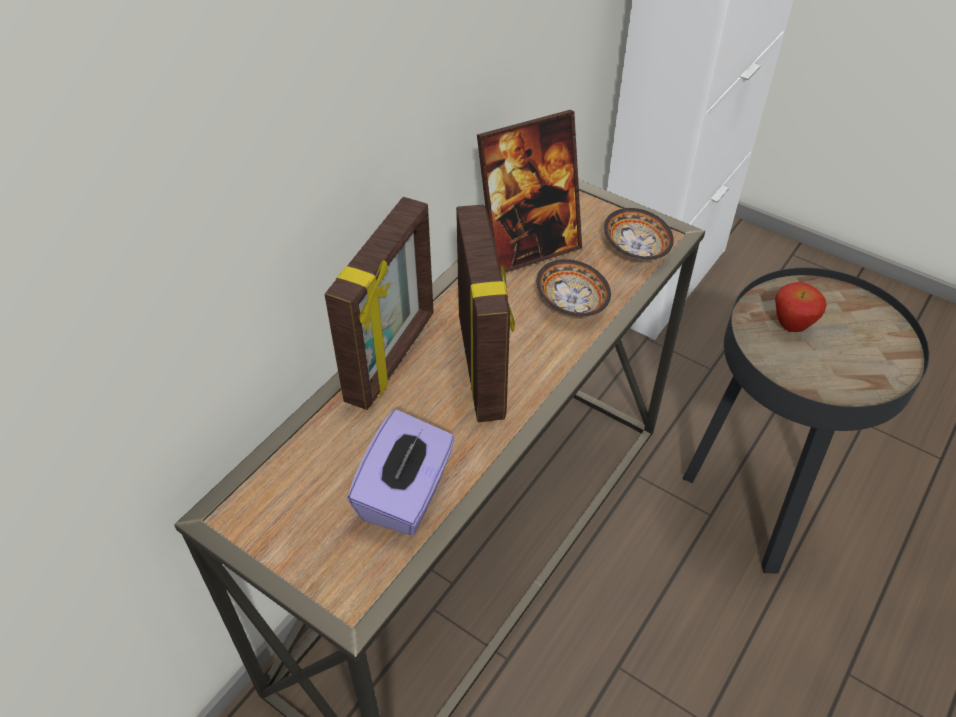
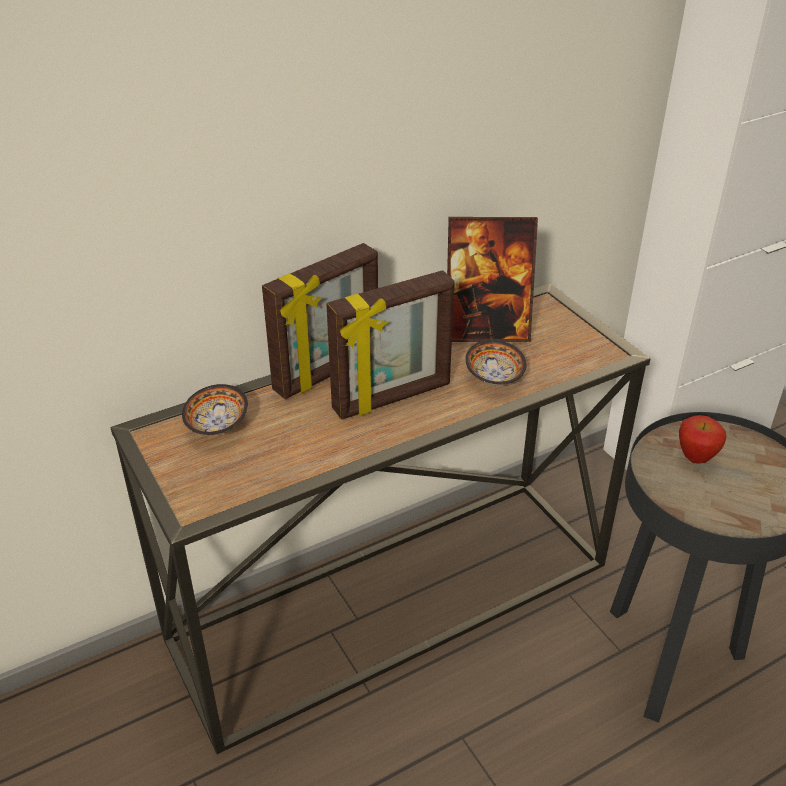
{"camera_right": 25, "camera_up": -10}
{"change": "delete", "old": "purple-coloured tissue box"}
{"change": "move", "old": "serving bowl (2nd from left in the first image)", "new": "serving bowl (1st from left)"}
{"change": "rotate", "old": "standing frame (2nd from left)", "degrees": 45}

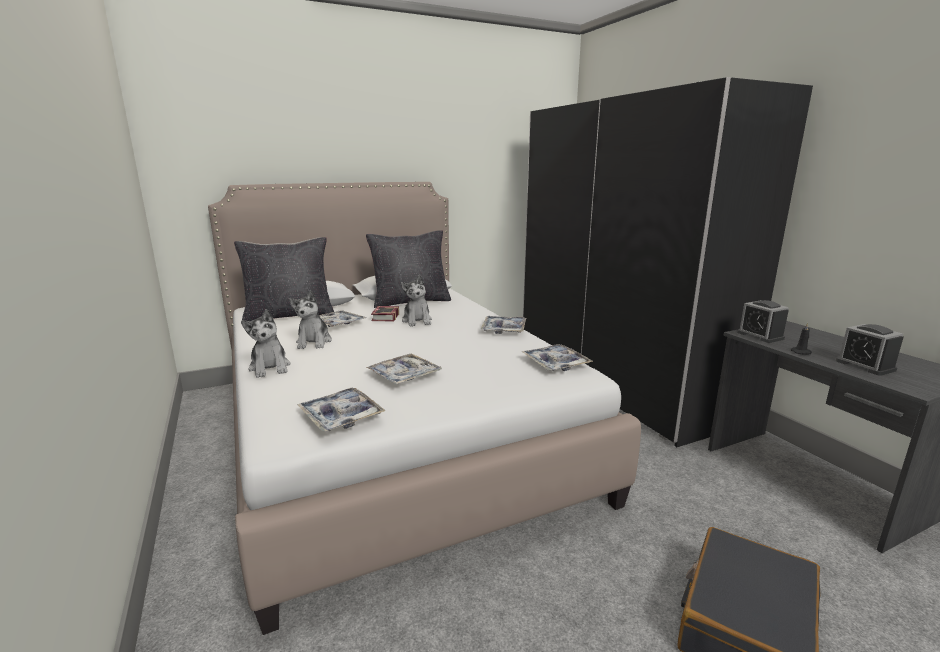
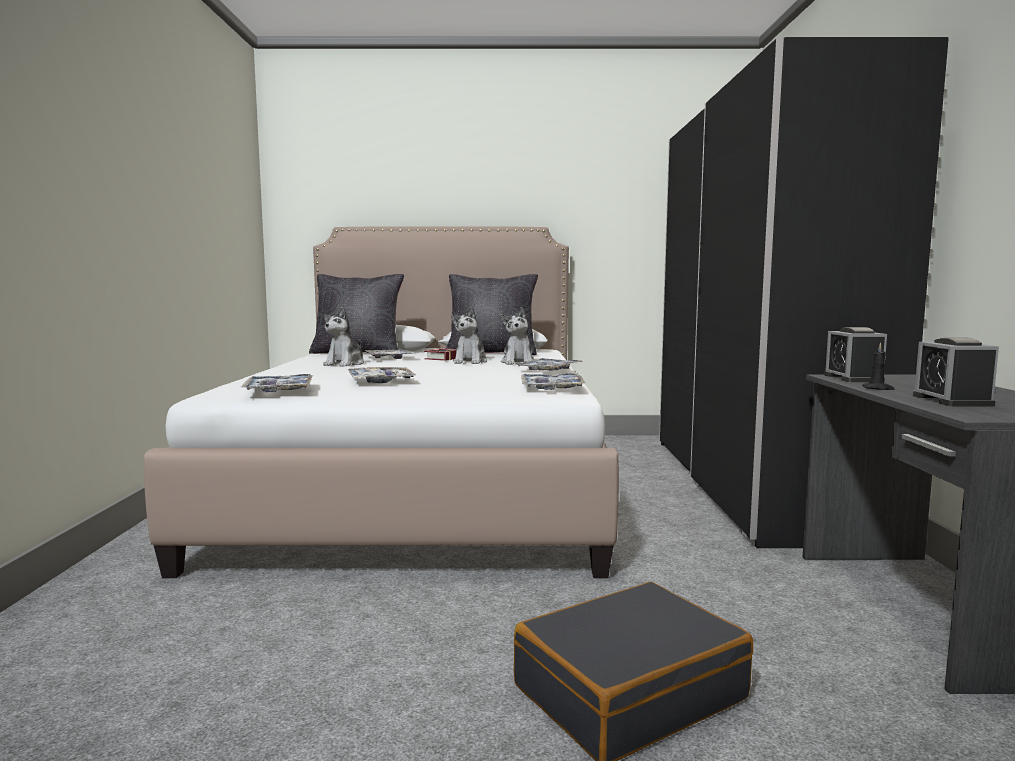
{"camera_right": 25, "camera_up": -10}
{"change": "move", "old": "plush toy (1st from left in the first image)", "new": "plush toy (3rd from left)"}

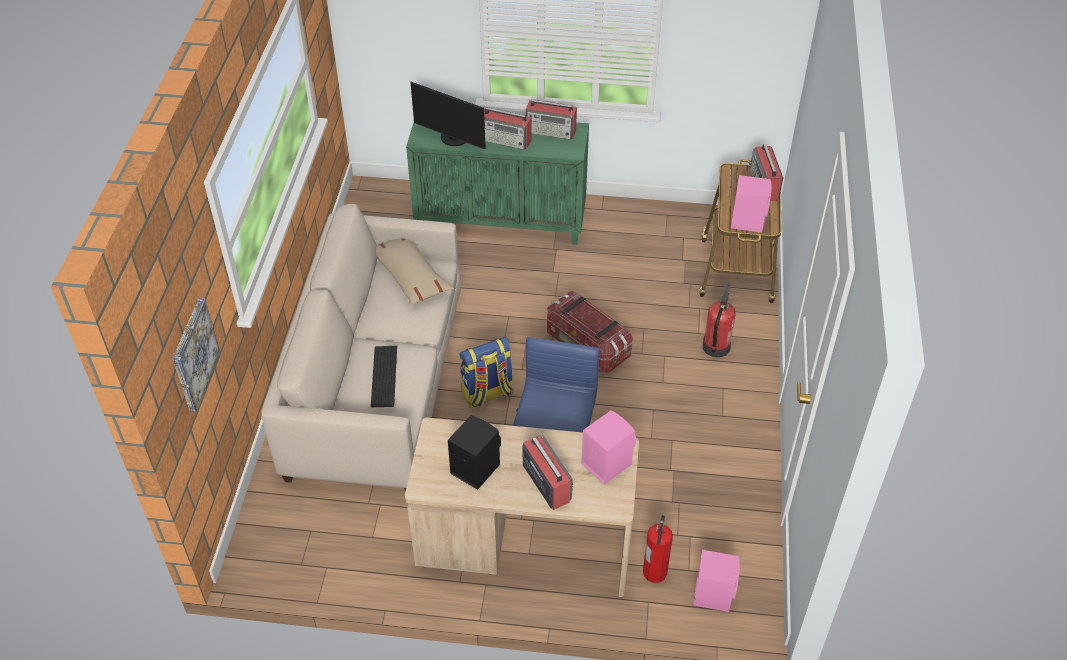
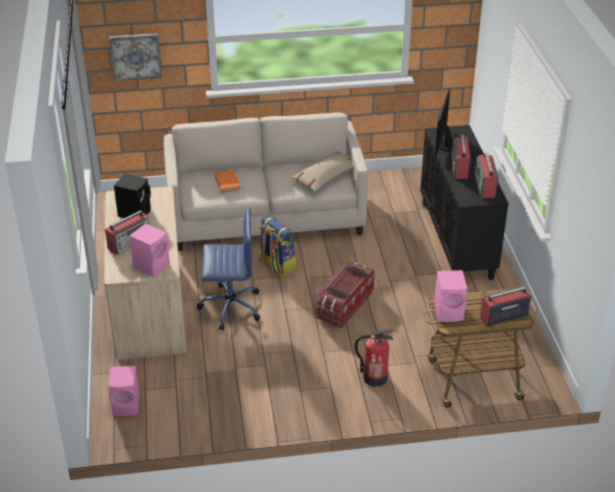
{"camera_right": 75, "camera_up": -10}
{"change": "delete", "old": "extinguisher (1st from left)"}
{"change": "replace", "old": "PC keyboard", "new": "orange-coloured book"}
{"change": "recolor", "old": "green-coloured storage cabinet", "new": "blackish storage cabinet"}

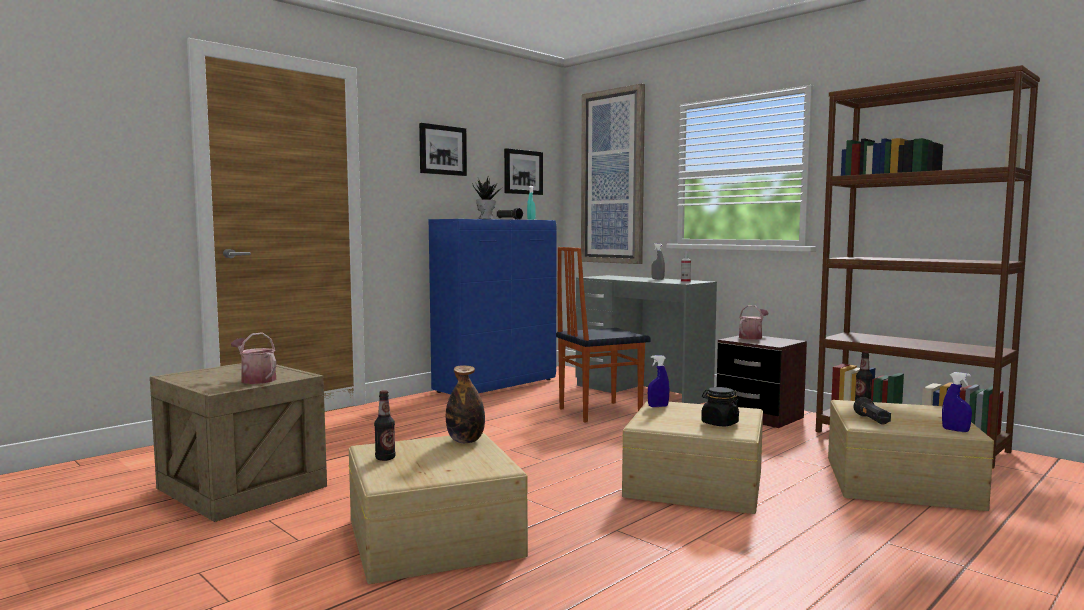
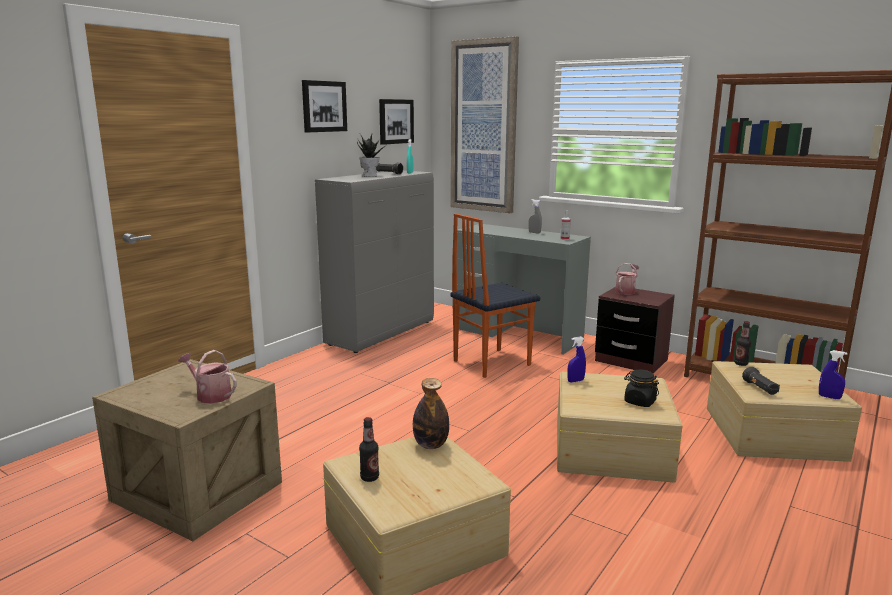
{"camera_right": -10, "camera_up": 10}
{"change": "recolor", "old": "blue storage cabinet", "new": "greyish storage cabinet"}

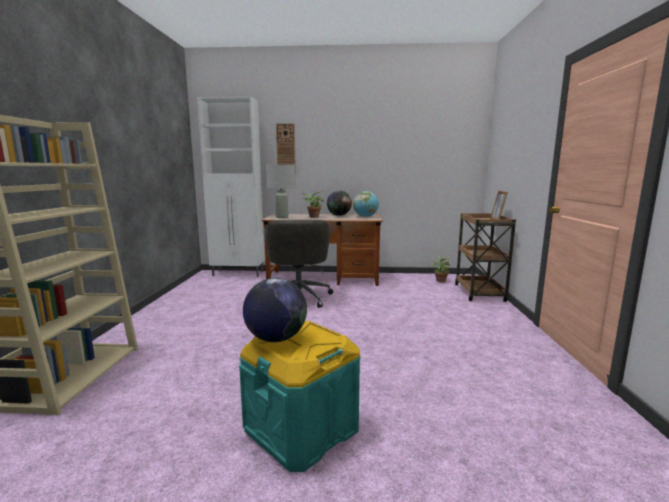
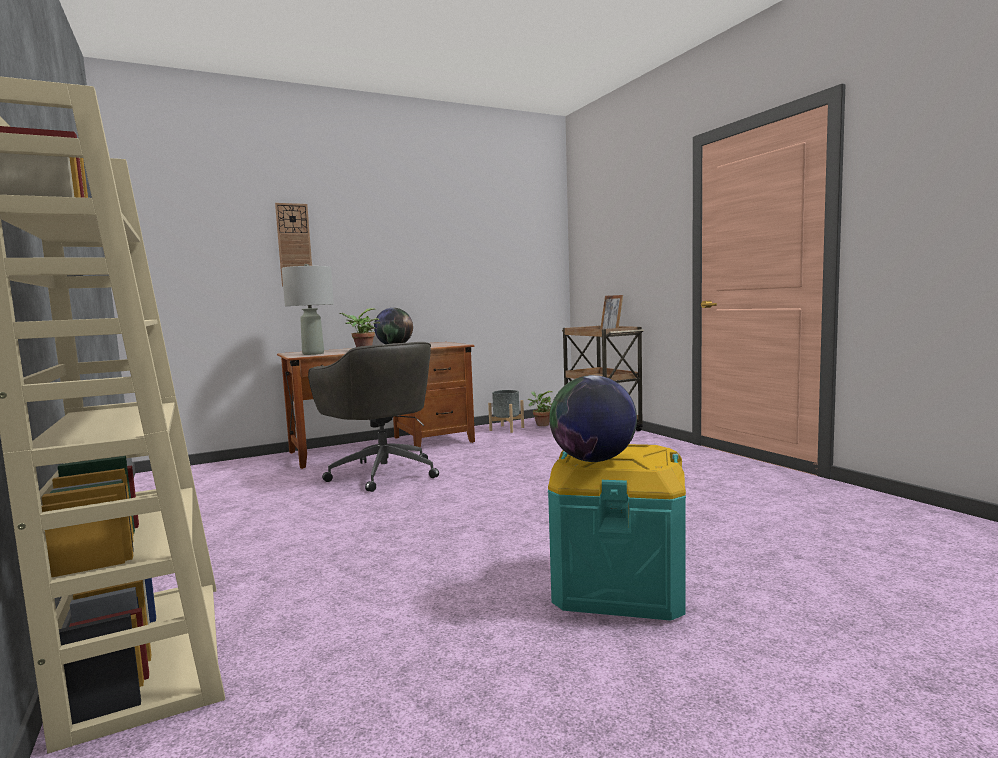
{"camera_right": -30, "camera_up": -5}
{"change": "delete", "old": "white-coloured storage cabinet"}
{"change": "delete", "old": "globe (3rd from left)"}
{"change": "insert", "new": "greyish flower pot"}

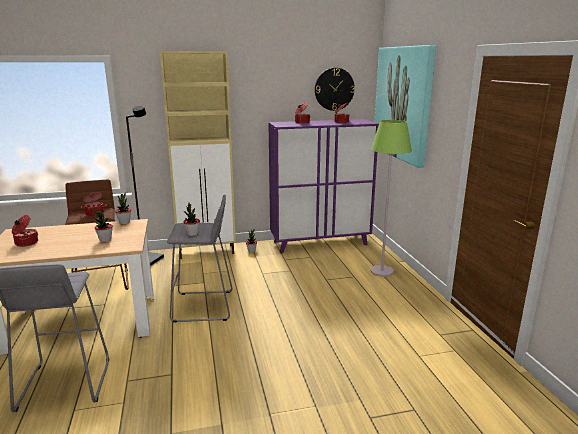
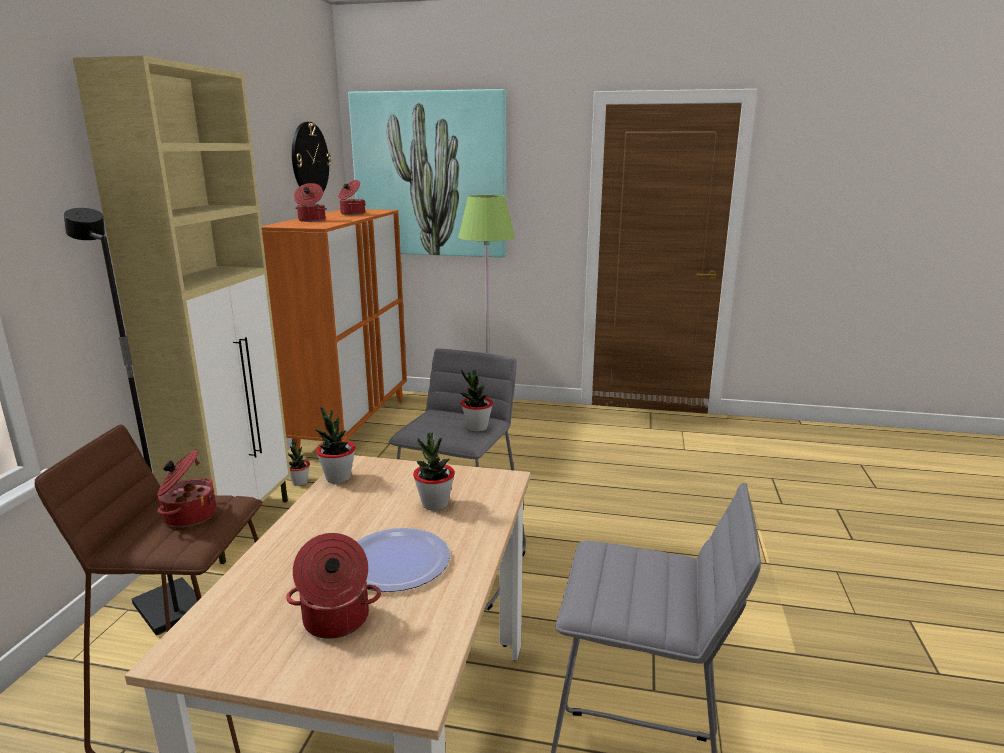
{"camera_right": -65, "camera_up": 0}
{"change": "insert", "new": "plate"}
{"change": "recolor", "old": "purple-coloured storage cabinet", "new": "orange-coloured storage cabinet"}

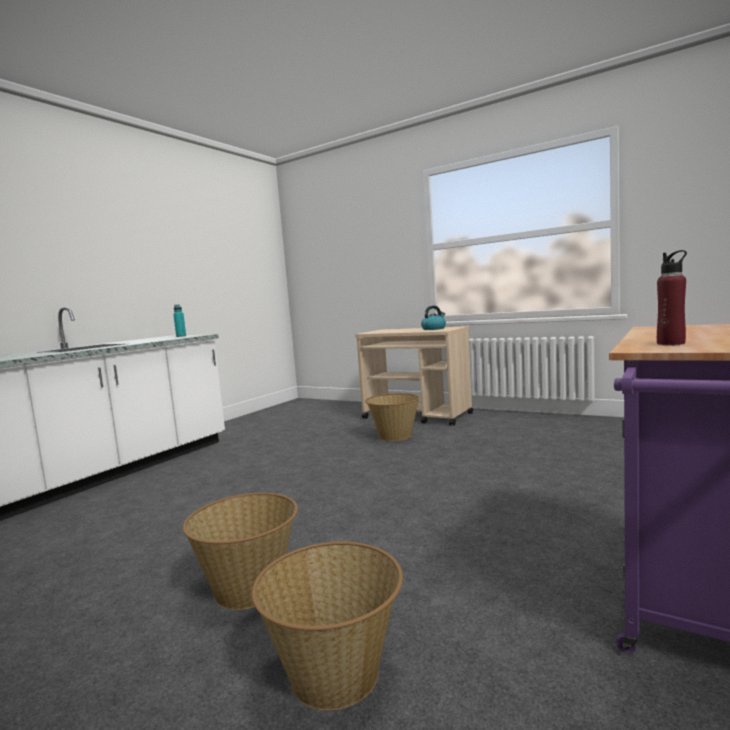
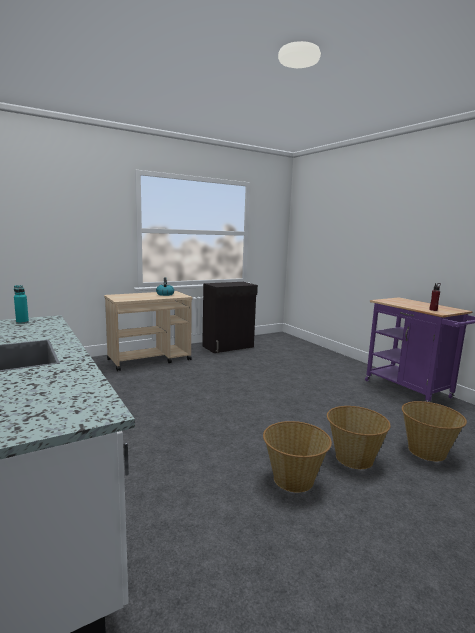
{"camera_right": -65, "camera_up": 5}
{"change": "insert", "new": "blackish storage cabinet"}
{"change": "move", "old": "basket (3rd from left in the first image)", "new": "basket (1st from left)"}

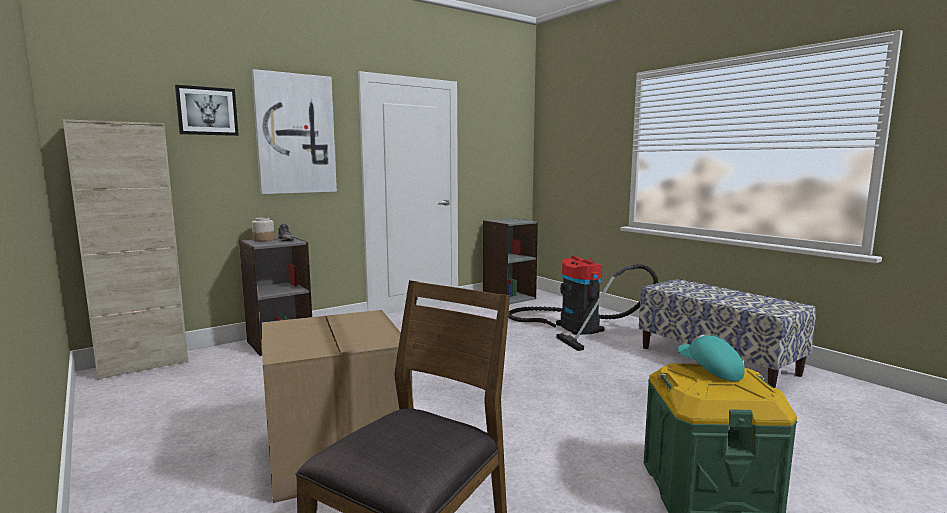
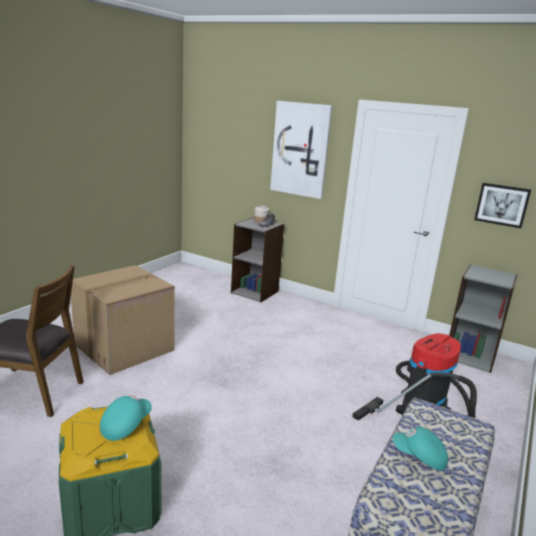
{"camera_right": 65, "camera_up": 10}
{"change": "delete", "old": "beige-coloured storage cabinet"}
{"change": "insert", "new": "turquoise baseball cap (2nd from left)"}
{"change": "move", "old": "wall art (1st from left in the first image)", "new": "wall art (2nd from left)"}

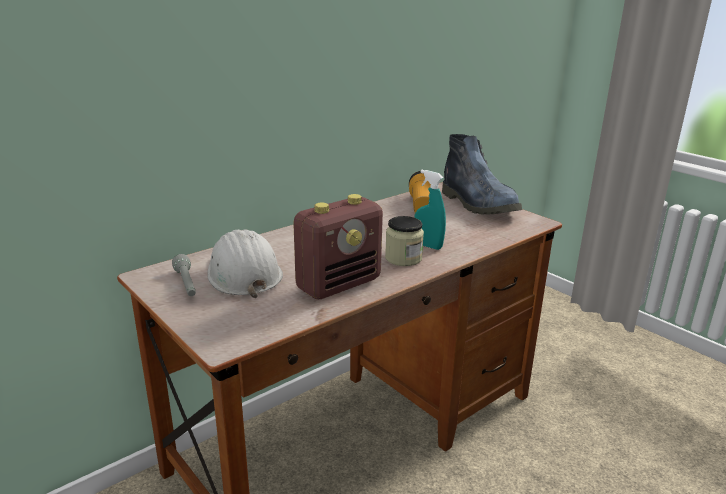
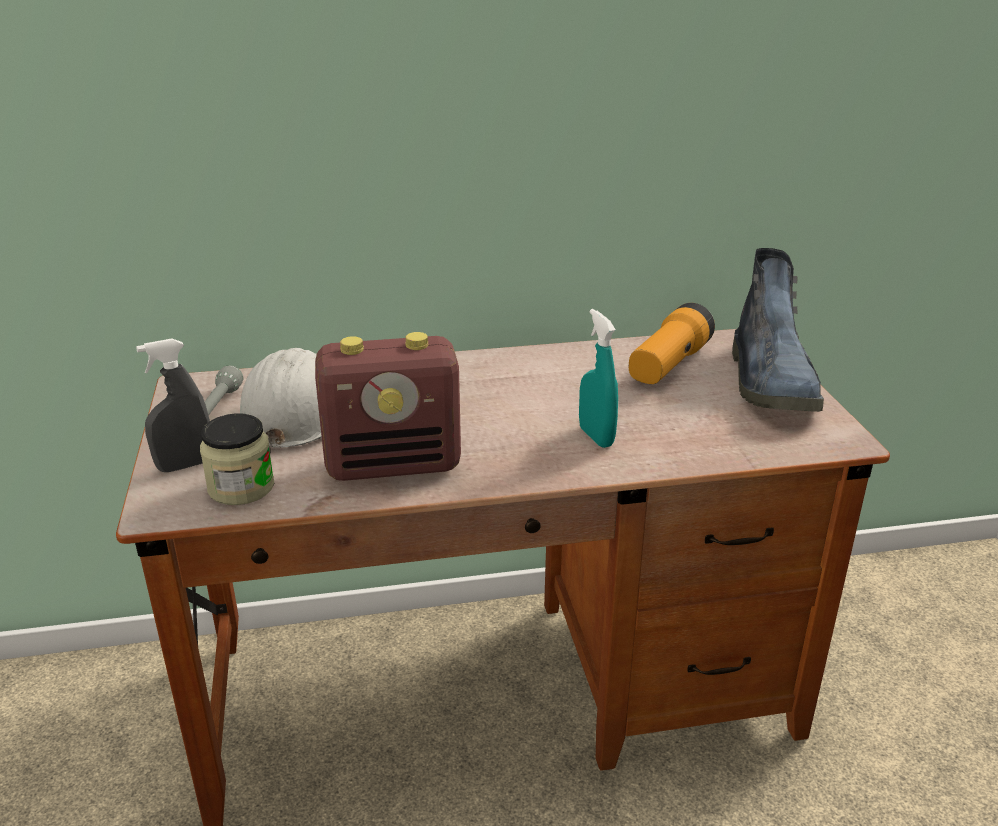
{"camera_right": 30, "camera_up": 5}
{"change": "insert", "new": "greyish hand sprayer"}
{"change": "move", "old": "jar"}

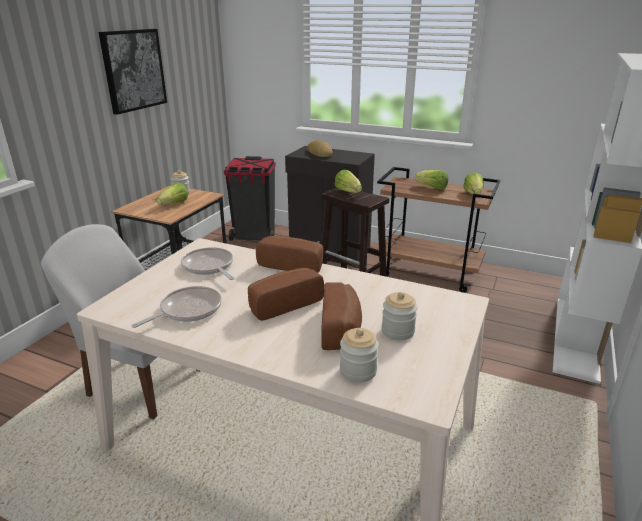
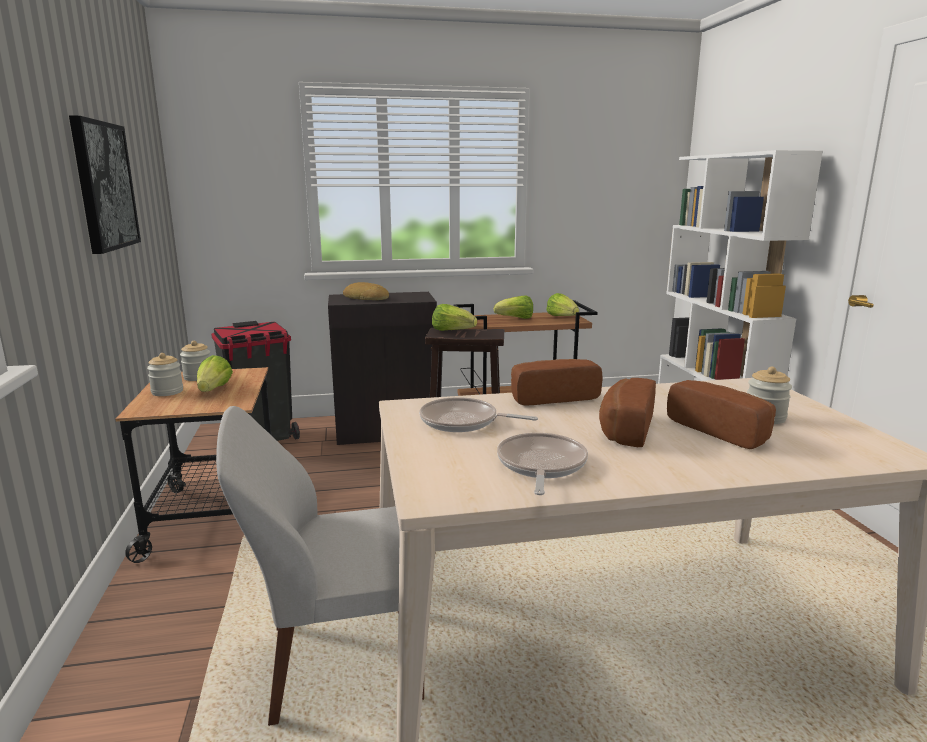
{"camera_right": -35, "camera_up": -10}
{"change": "move", "old": "jar (2nd from left in the first image)", "new": "jar (1st from left)"}

